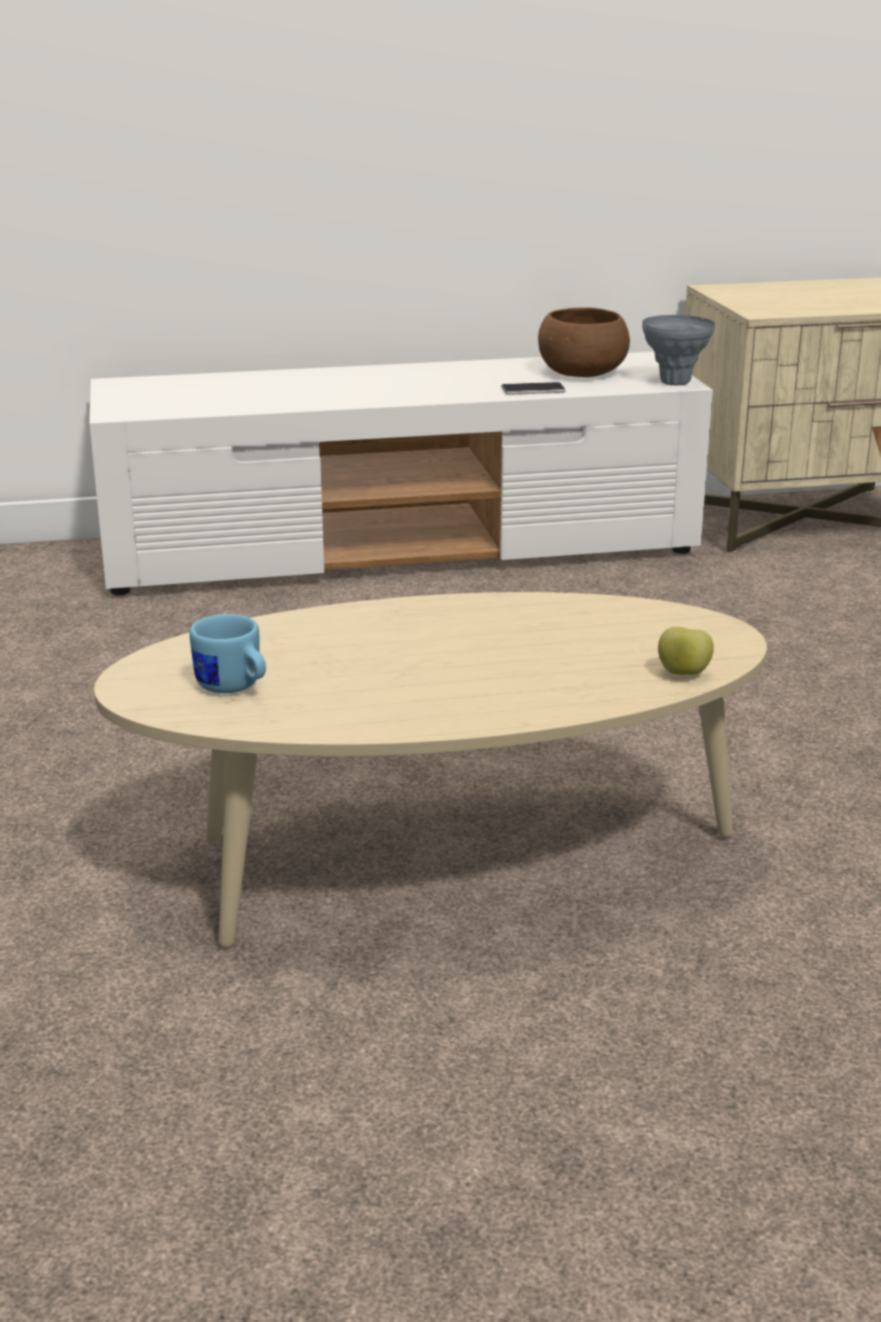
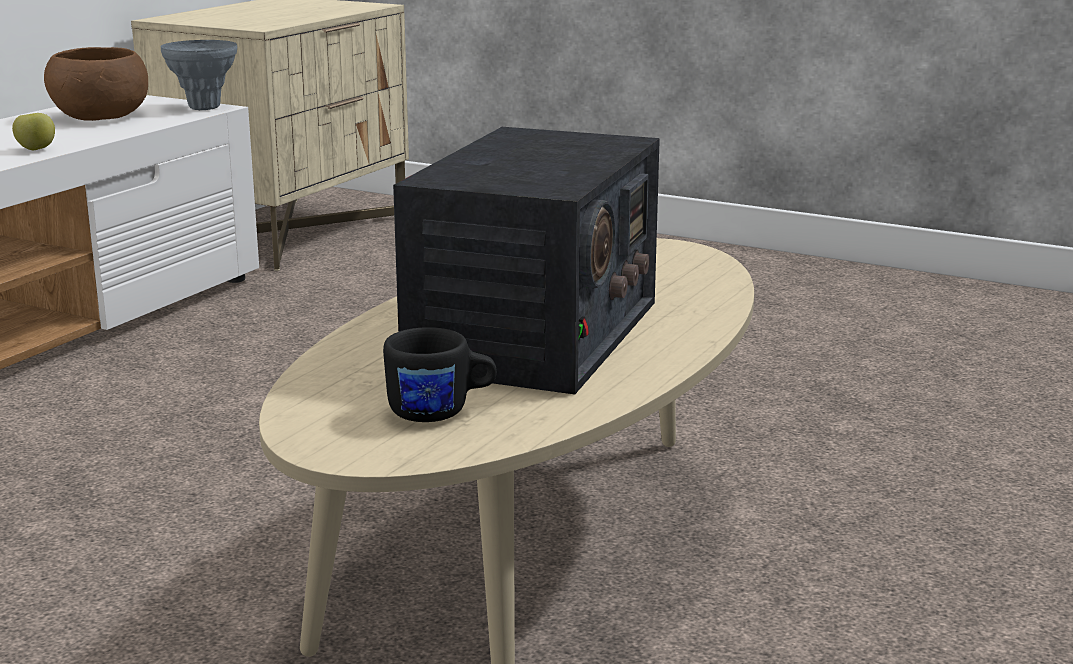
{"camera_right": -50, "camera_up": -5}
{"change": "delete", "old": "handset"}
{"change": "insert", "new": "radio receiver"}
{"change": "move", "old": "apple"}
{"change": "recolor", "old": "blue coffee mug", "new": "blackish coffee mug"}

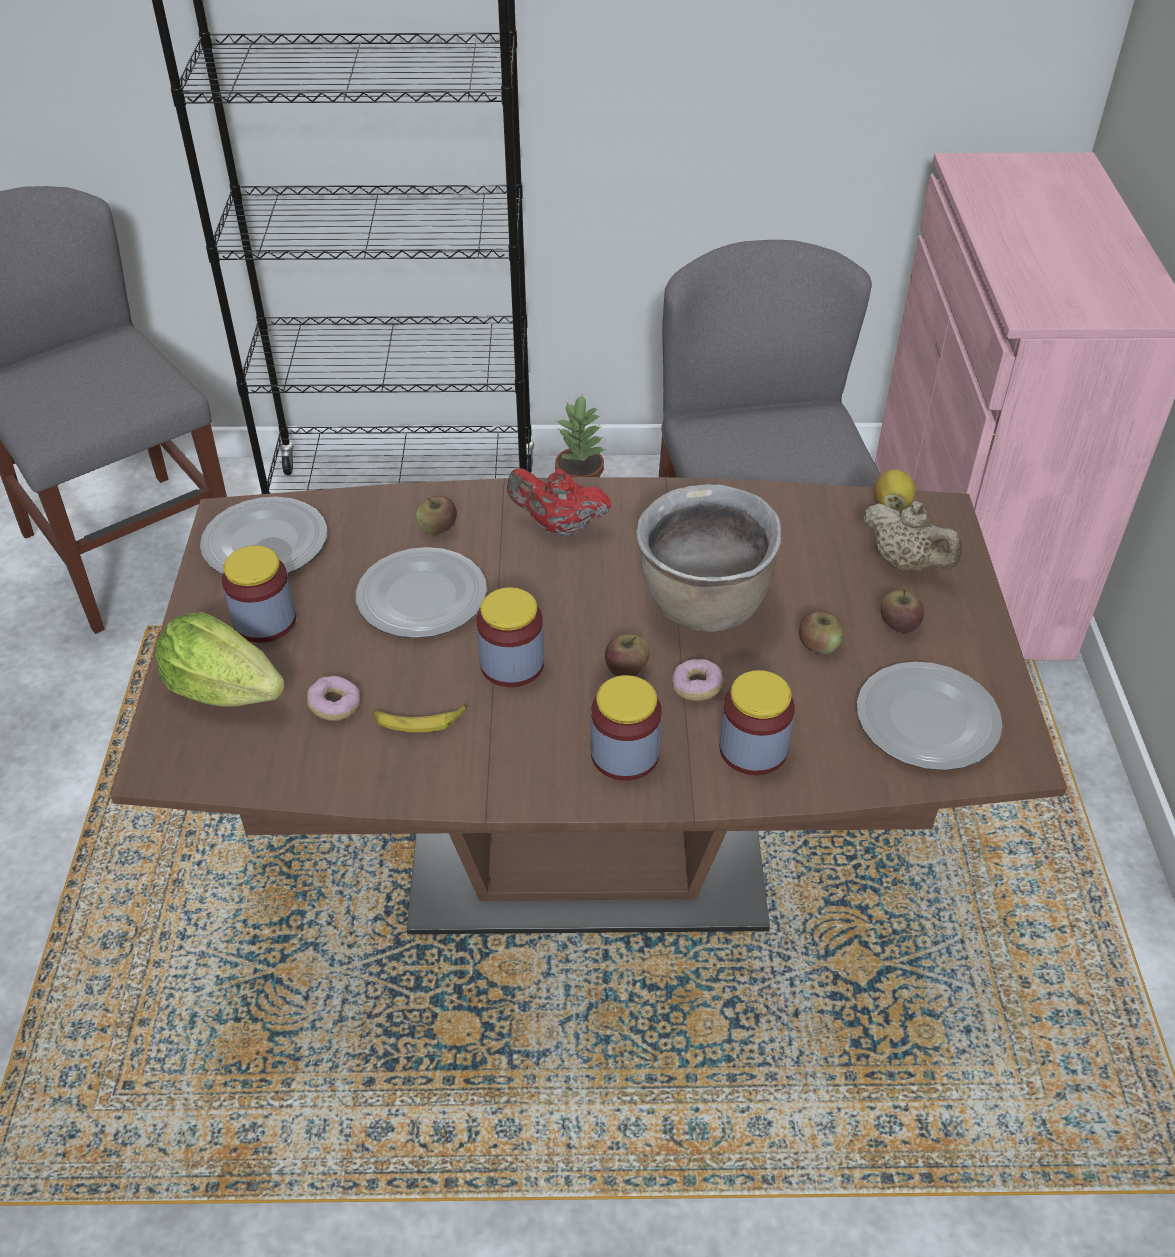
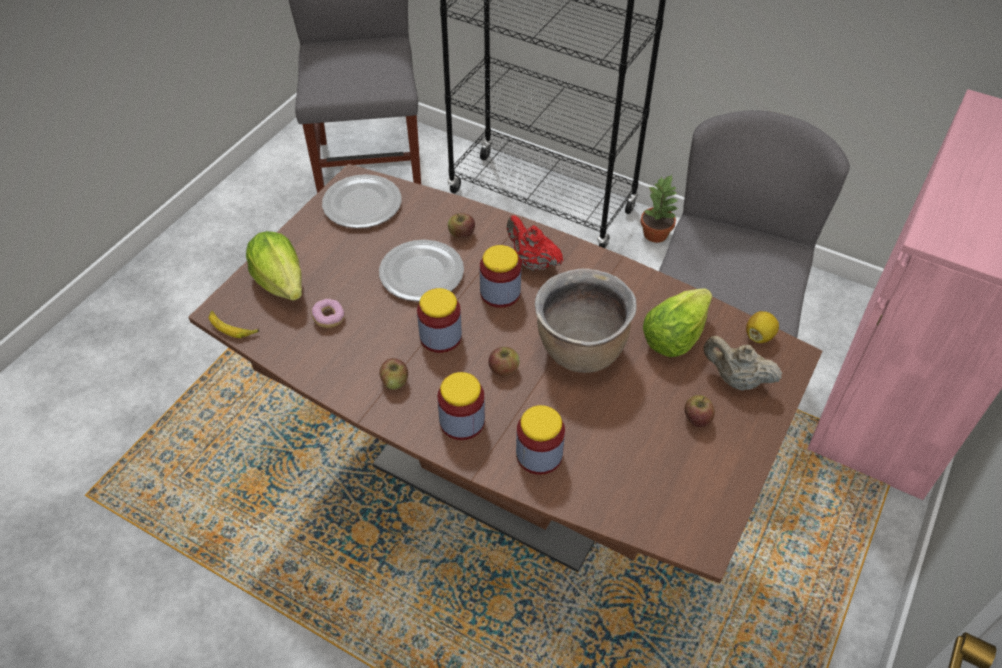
{"camera_right": 30, "camera_up": 5}
{"change": "delete", "old": "ring doughnut (2nd from left)"}
{"change": "delete", "old": "plate (3rd from left)"}
{"change": "insert", "new": "lettuce (2nd from left)"}
{"change": "move", "old": "jar (1st from left in the first image)", "new": "jar (3rd from left)"}
{"change": "move", "old": "banana fruit"}
{"change": "move", "old": "apple (3rd from left in the first image)", "new": "apple (1st from left)"}
{"change": "rotate", "old": "beige-coloured tea pot", "degrees": 135}

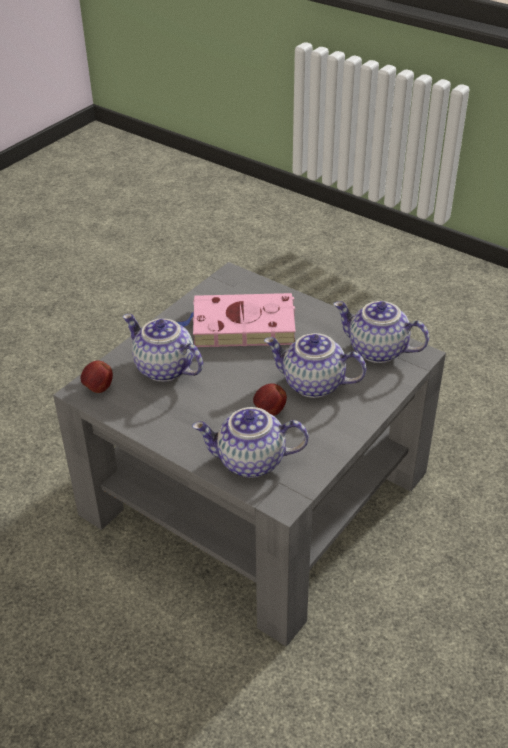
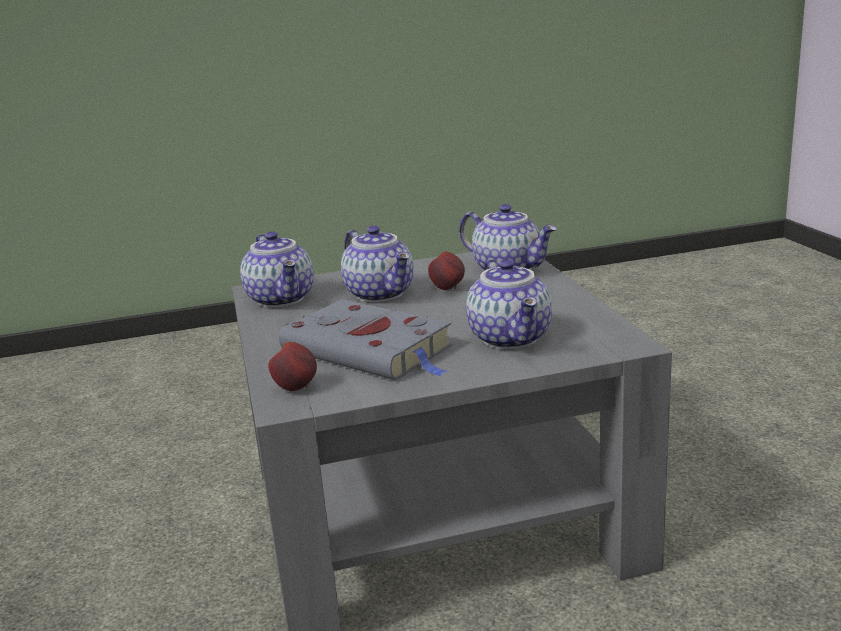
{"camera_right": -140, "camera_up": -20}
{"change": "move", "old": "apple (1st from left)"}
{"change": "recolor", "old": "pinkish book", "new": "greyish book"}

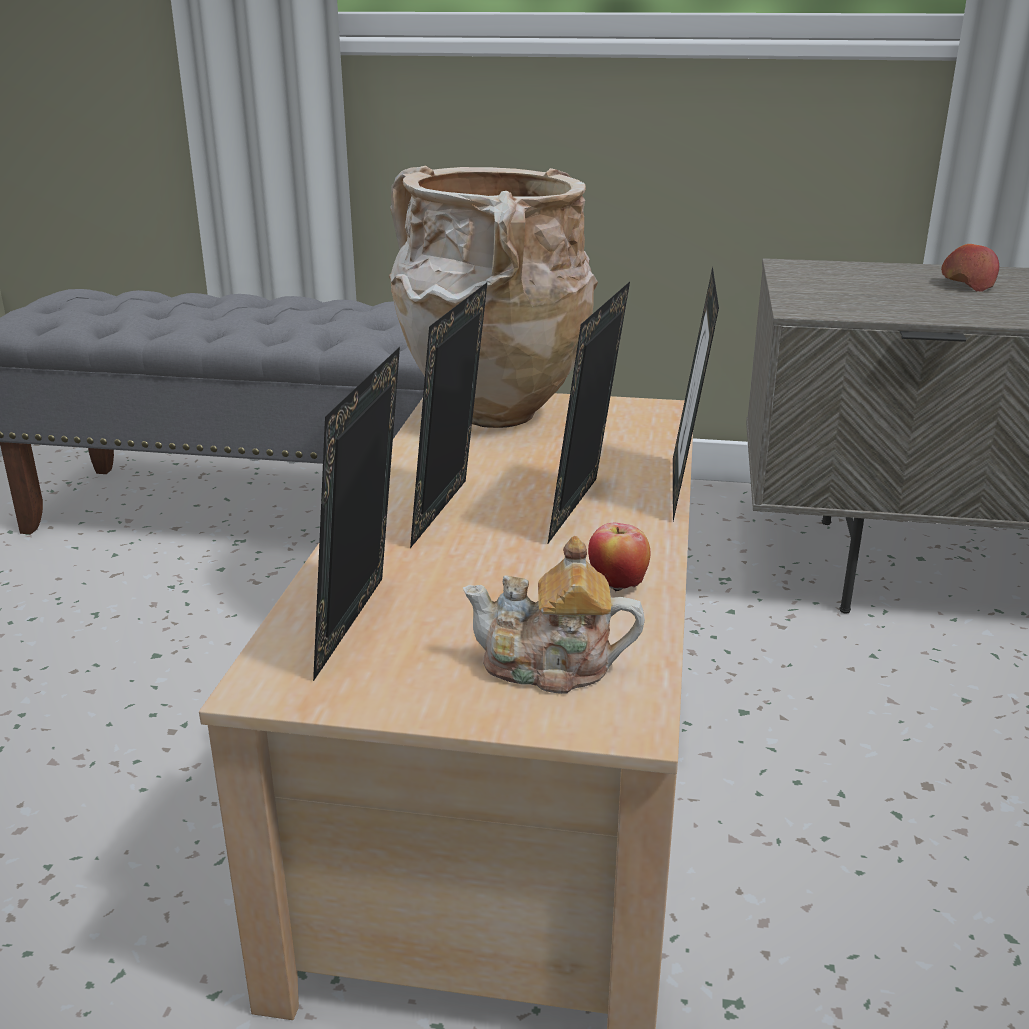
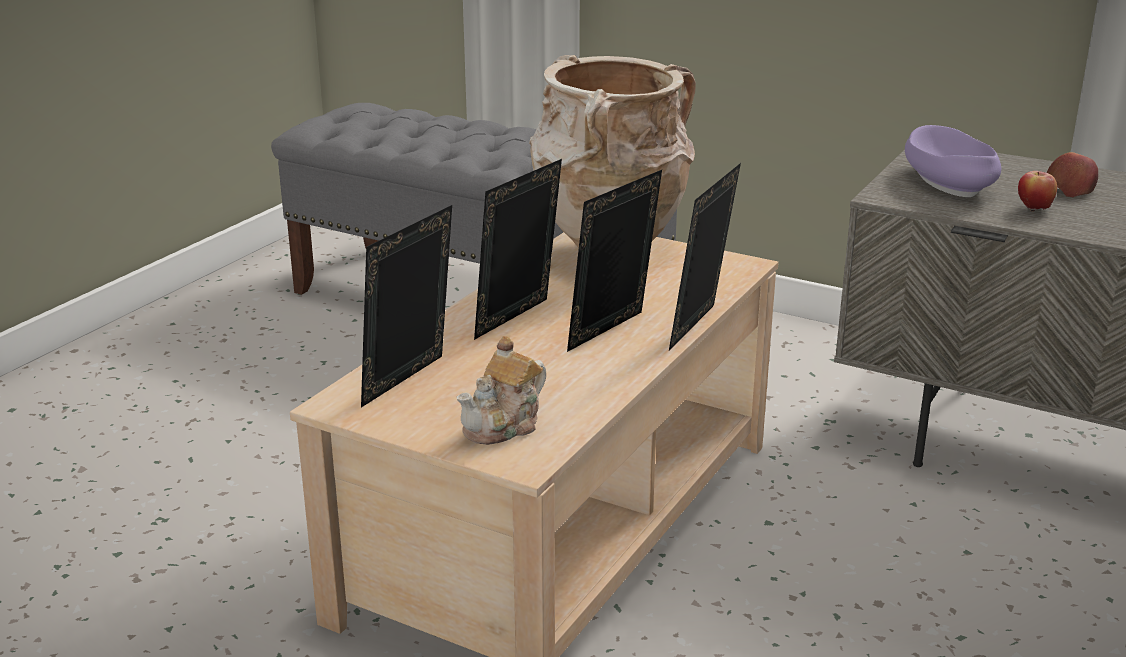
{"camera_right": 20, "camera_up": 0}
{"change": "insert", "new": "purple-coloured serving bowl"}
{"change": "move", "old": "apple (1st from left)"}
{"change": "rotate", "old": "tea pot", "degrees": -75}

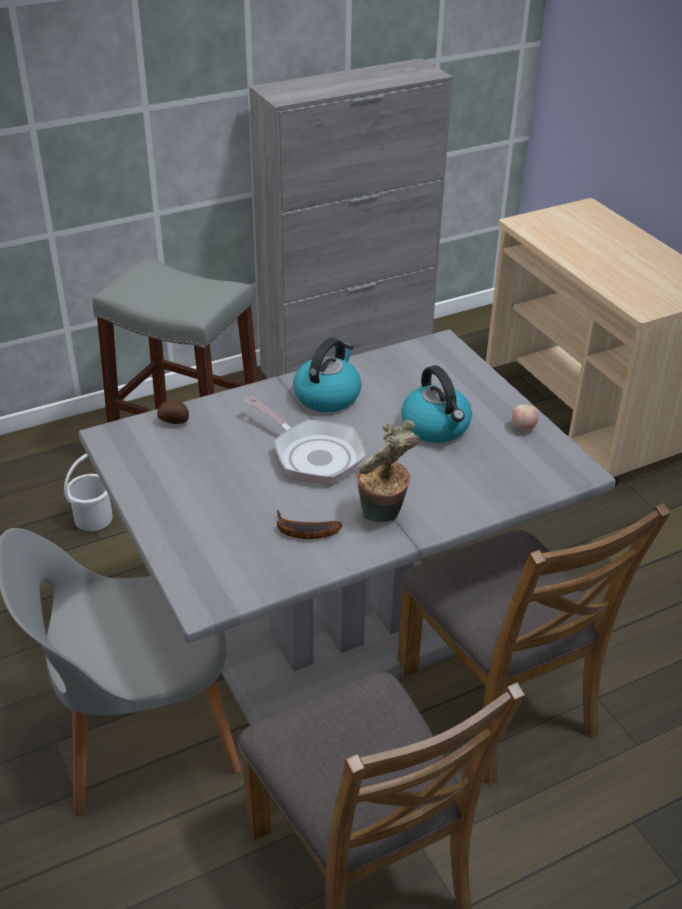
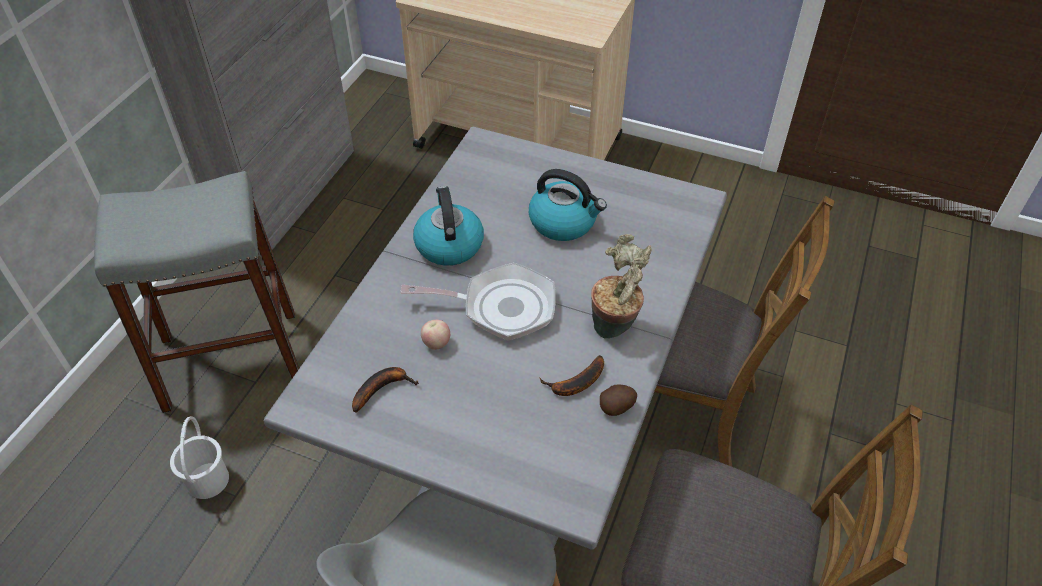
{"camera_right": -40, "camera_up": 10}
{"change": "insert", "new": "banana fruit (1st from left)"}
{"change": "move", "old": "whole potato"}
{"change": "move", "old": "apple"}

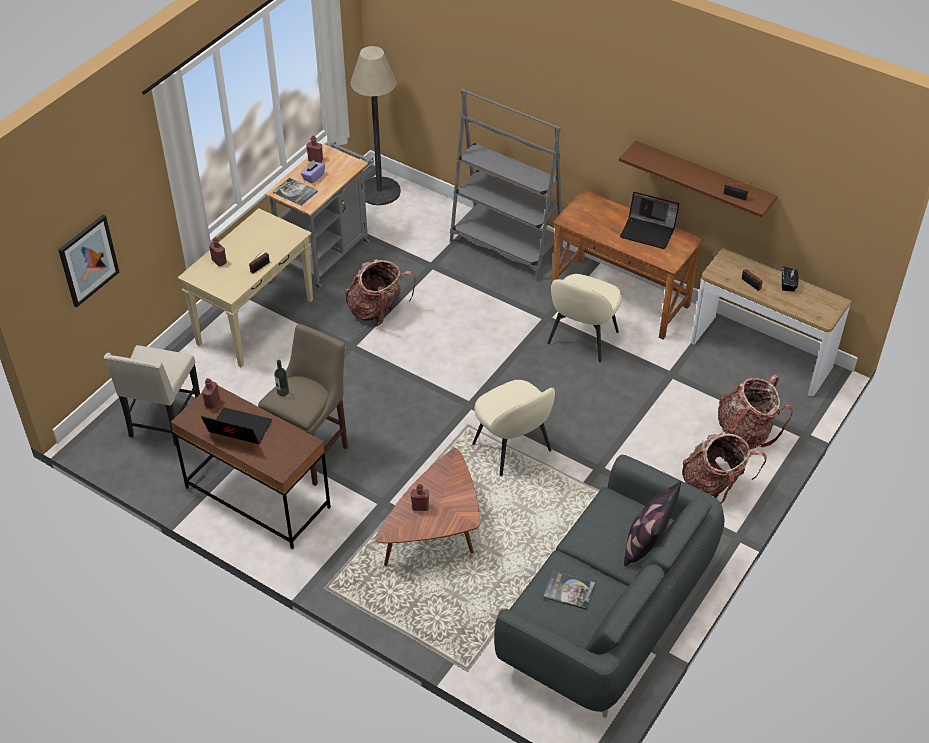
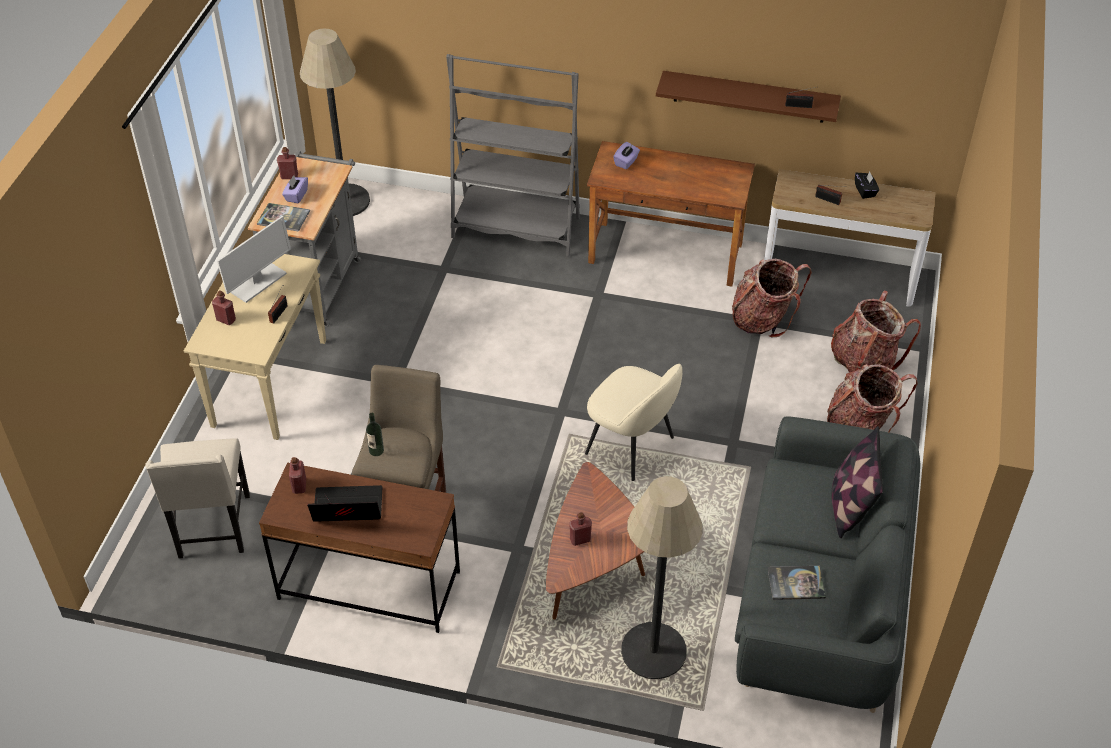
{"camera_right": -20, "camera_up": 0}
{"change": "delete", "old": "wall art"}
{"change": "delete", "old": "beige-coloured chair (3rd from left)"}
{"change": "delete", "old": "portable computer (2nd from left)"}
{"change": "insert", "new": "monitor"}
{"change": "insert", "new": "purple-coloured tissue box (2nd from left)"}
{"change": "insert", "new": "floor lamp (2nd from left)"}
{"change": "move", "old": "knapsack (1st from left)"}

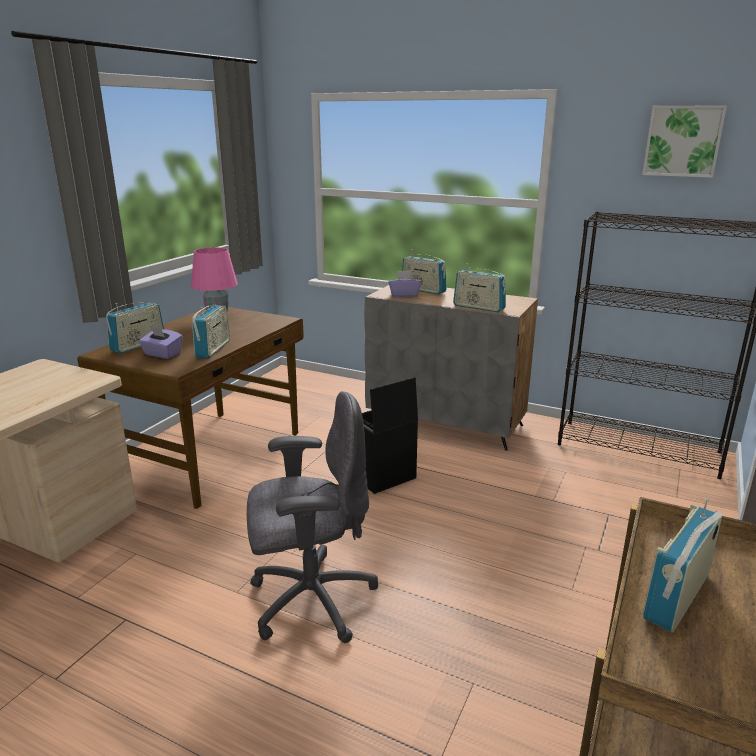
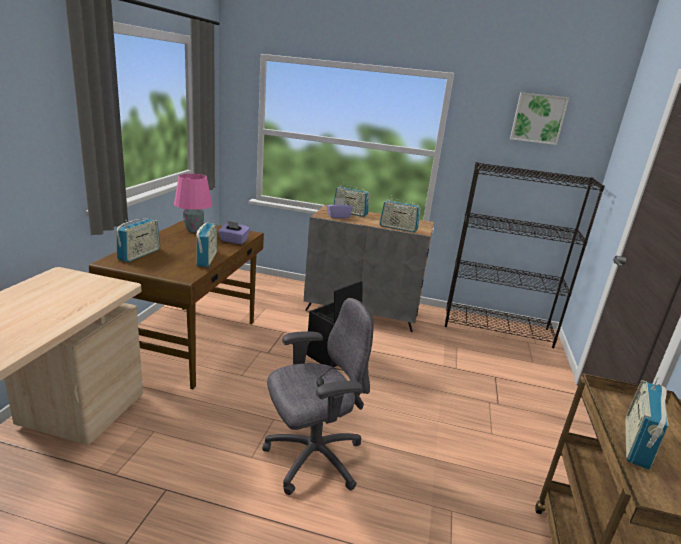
{"camera_right": -15, "camera_up": 0}
{"change": "move", "old": "purple-coloured tissue box (1st from left)"}

